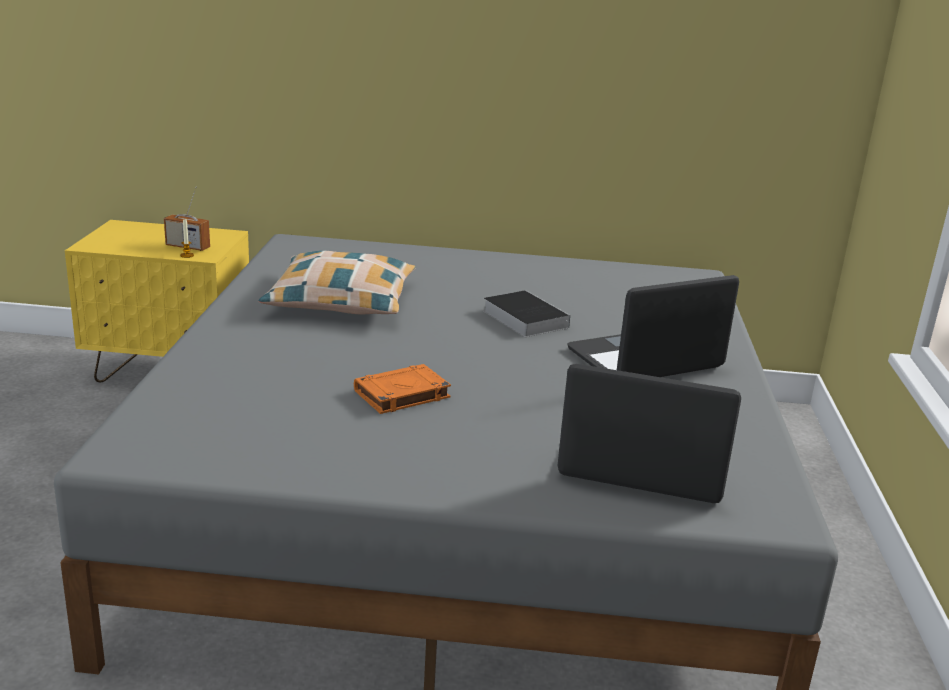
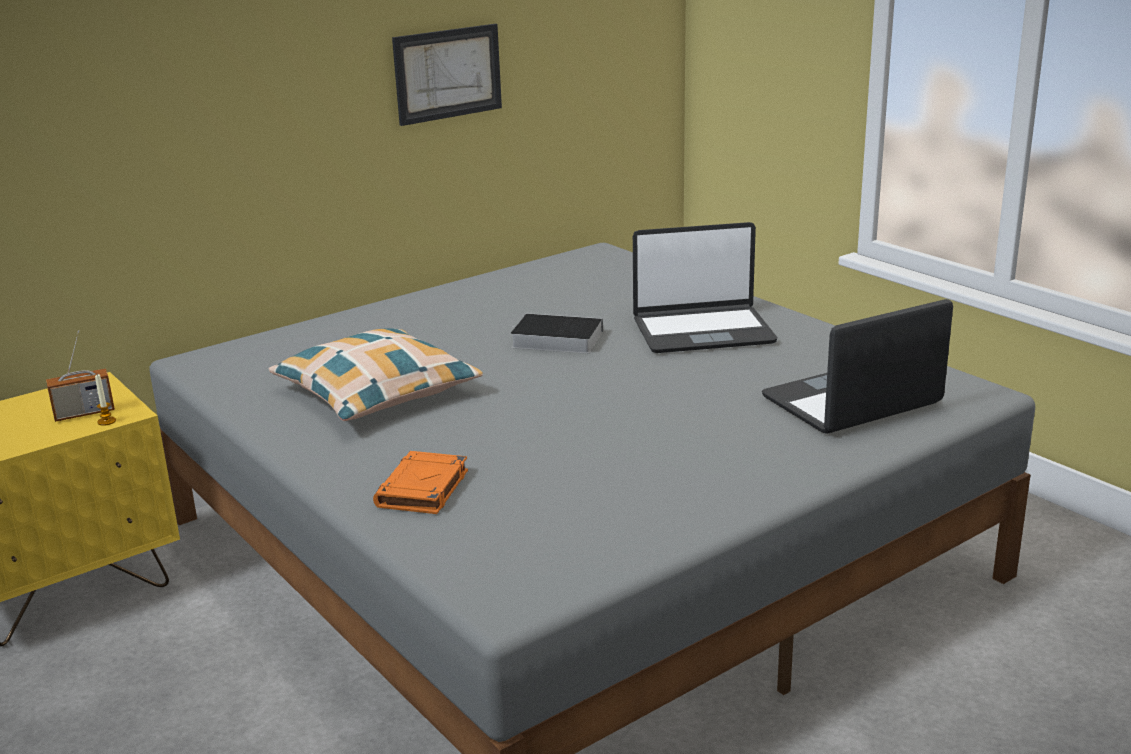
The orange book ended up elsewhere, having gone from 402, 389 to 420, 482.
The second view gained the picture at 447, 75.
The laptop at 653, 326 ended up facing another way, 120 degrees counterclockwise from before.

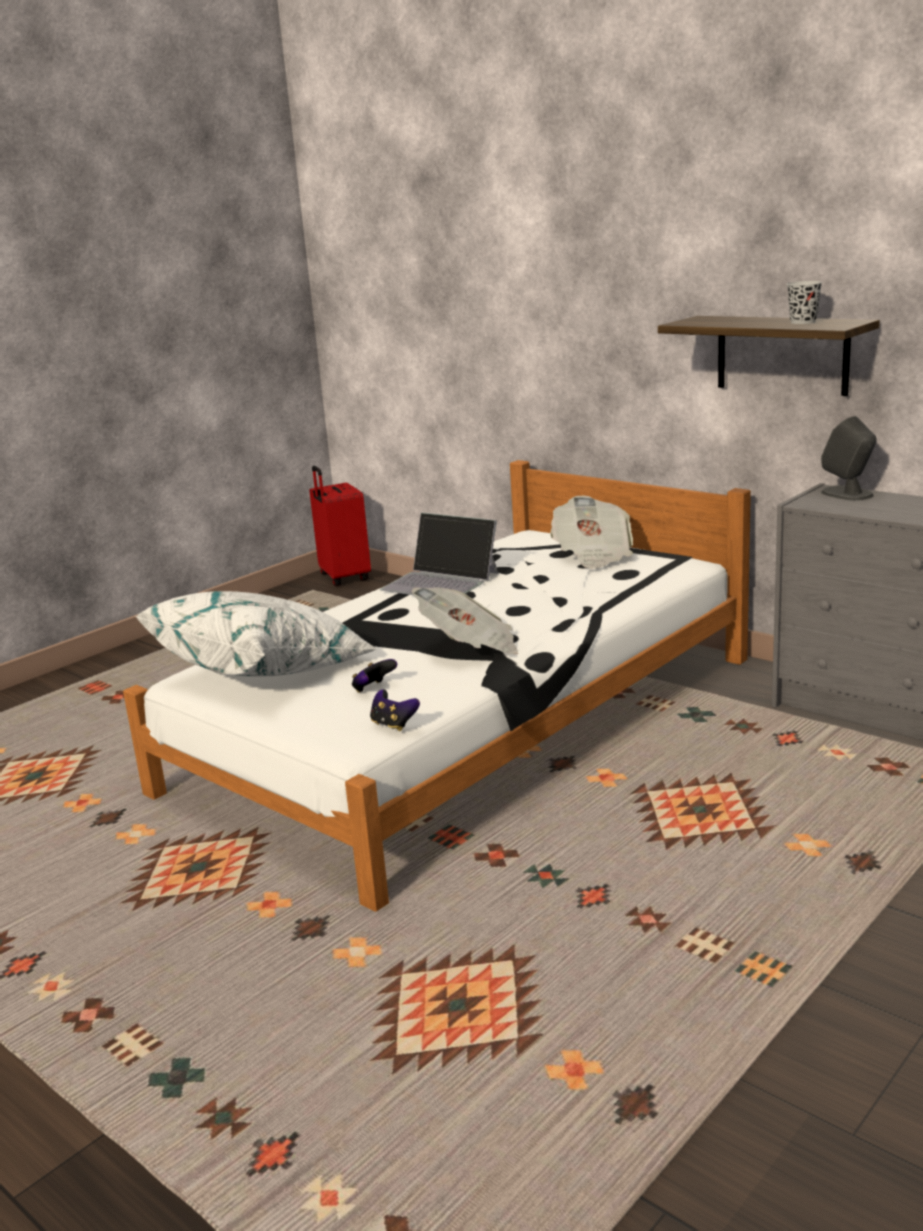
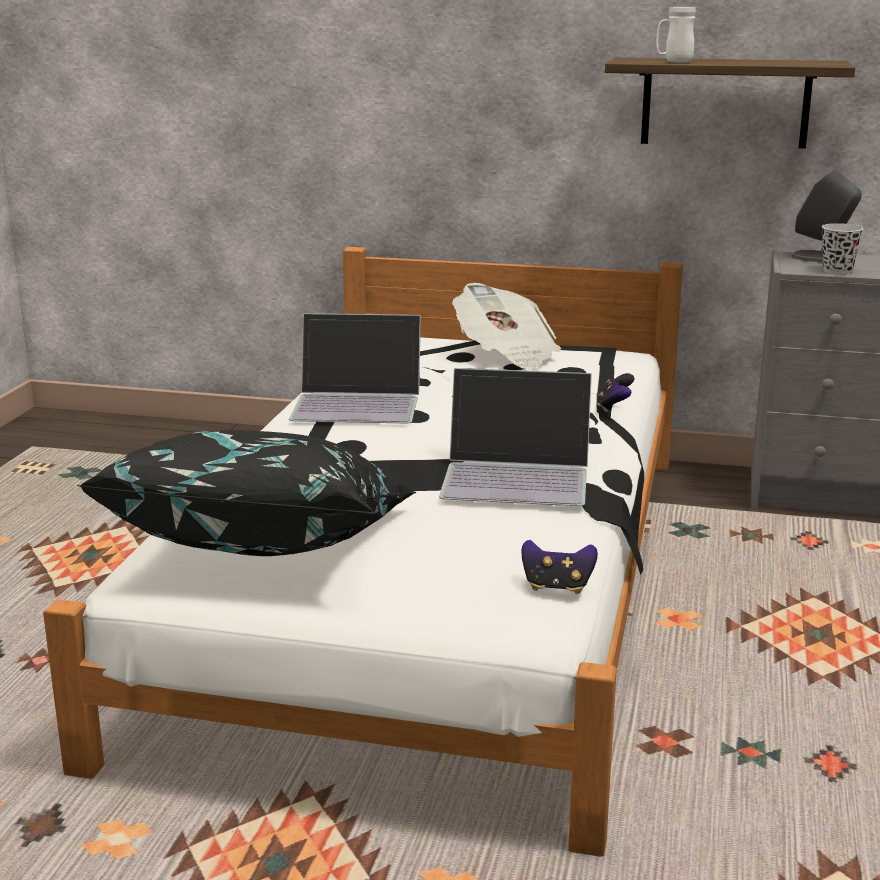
What was the white pillow at 256, 633 turned into the black pillow at 246, 493.
Where the newspaper stood at 465, 620, the laptop came to stand at 515, 437.
The game controller ended up elsewhere, having gone from 374, 676 to 615, 392.
The second view gained the white mug at 676, 35.
The black cup ended up elsewhere, having gone from 805, 302 to 842, 248.
The second view lost the red suitcase at 340, 526.

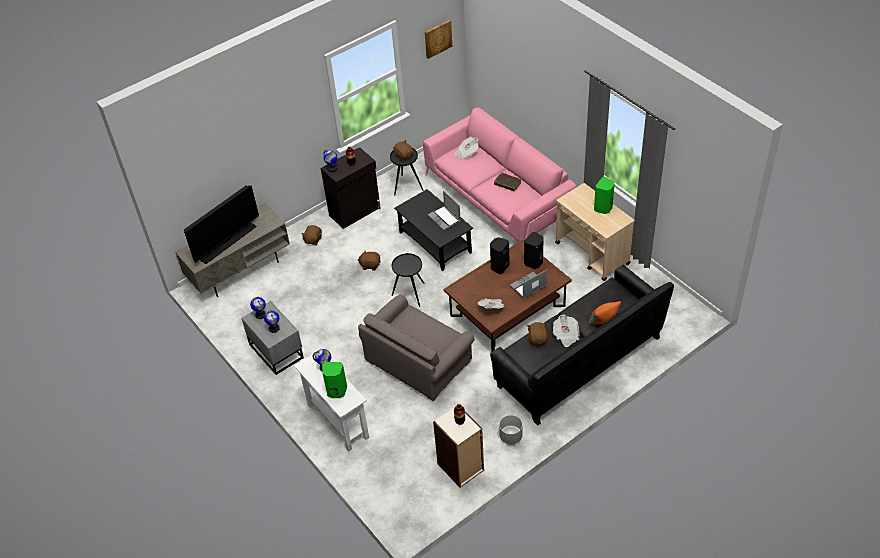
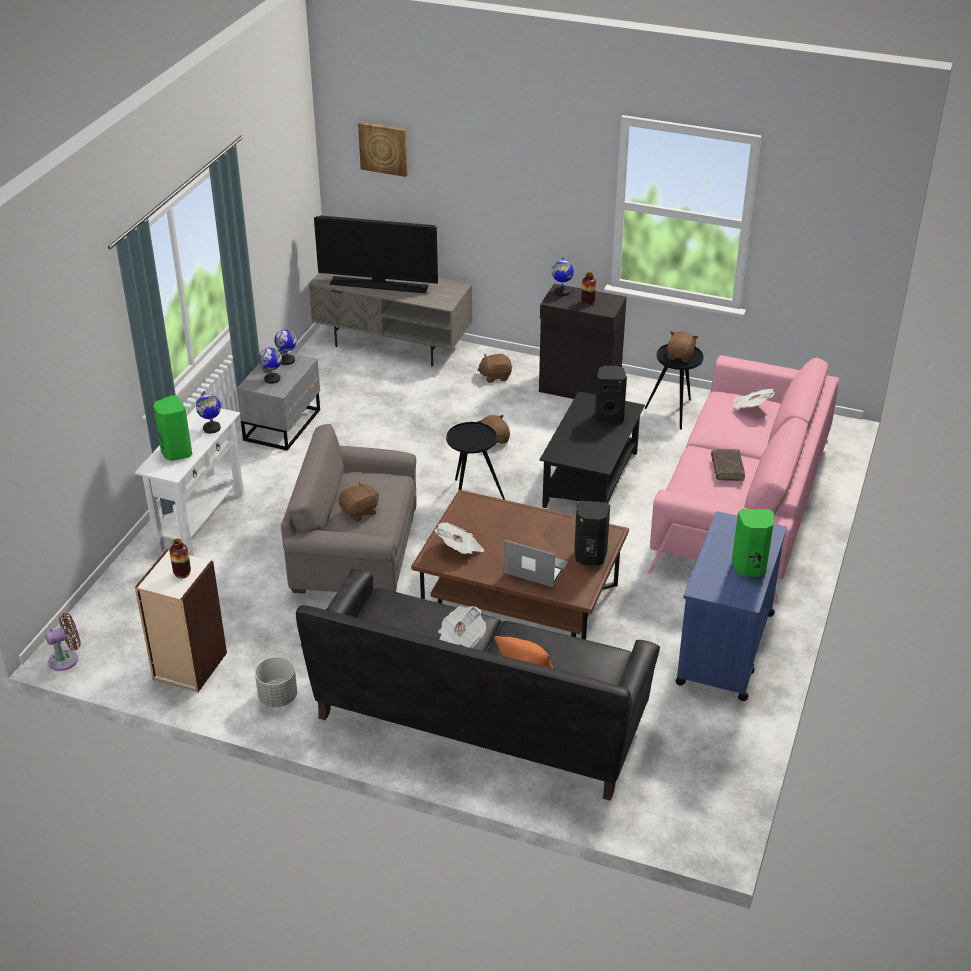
The second view gained the brown fan at 63, 642.
The brown plush toy ended up elsewhere, having gone from 537, 333 to 359, 501.
The picture ended up elsewhere, having gone from 438, 39 to 383, 149.
The black speaker ended up elsewhere, having gone from 499, 255 to 611, 394.
What was the beige cart at 595, 232 turned into the blue cart at 731, 606.
The second view lost the laptop at 444, 210.

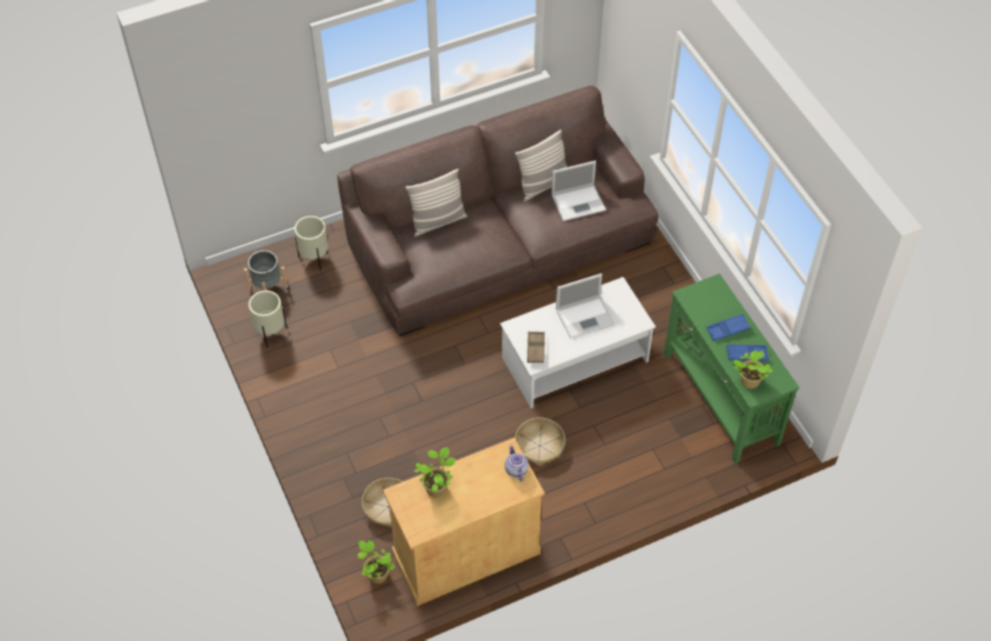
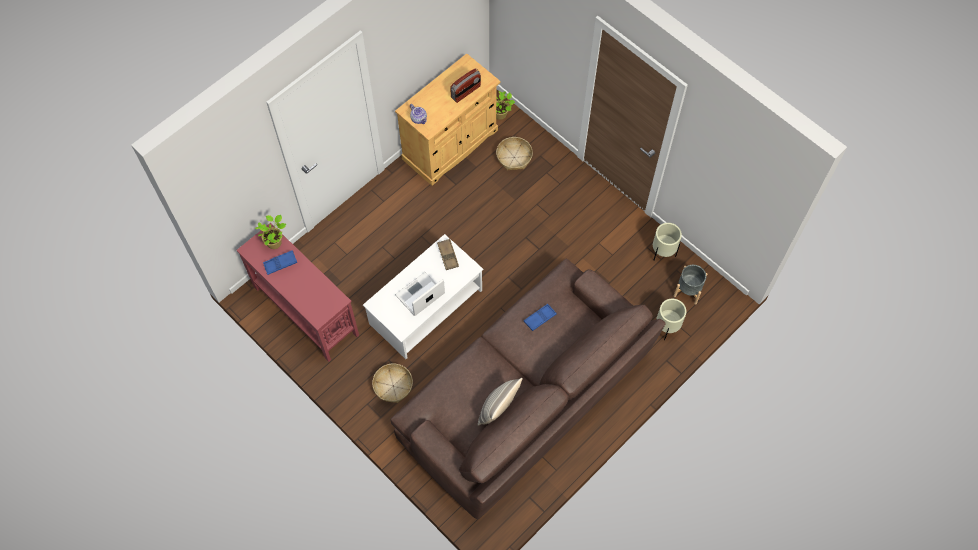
What was the green console table at 732, 368 turned into the red console table at 297, 292.
The basket ended up elsewhere, having gone from 540, 441 to 392, 383.
Where the potted plant stood at 435, 472, the radio came to stand at 465, 86.
The blue tray ended up elsewhere, having gone from 728, 327 to 540, 317.
The second view lost the pillow at 436, 203.
The second view lost the laptop at 578, 191.

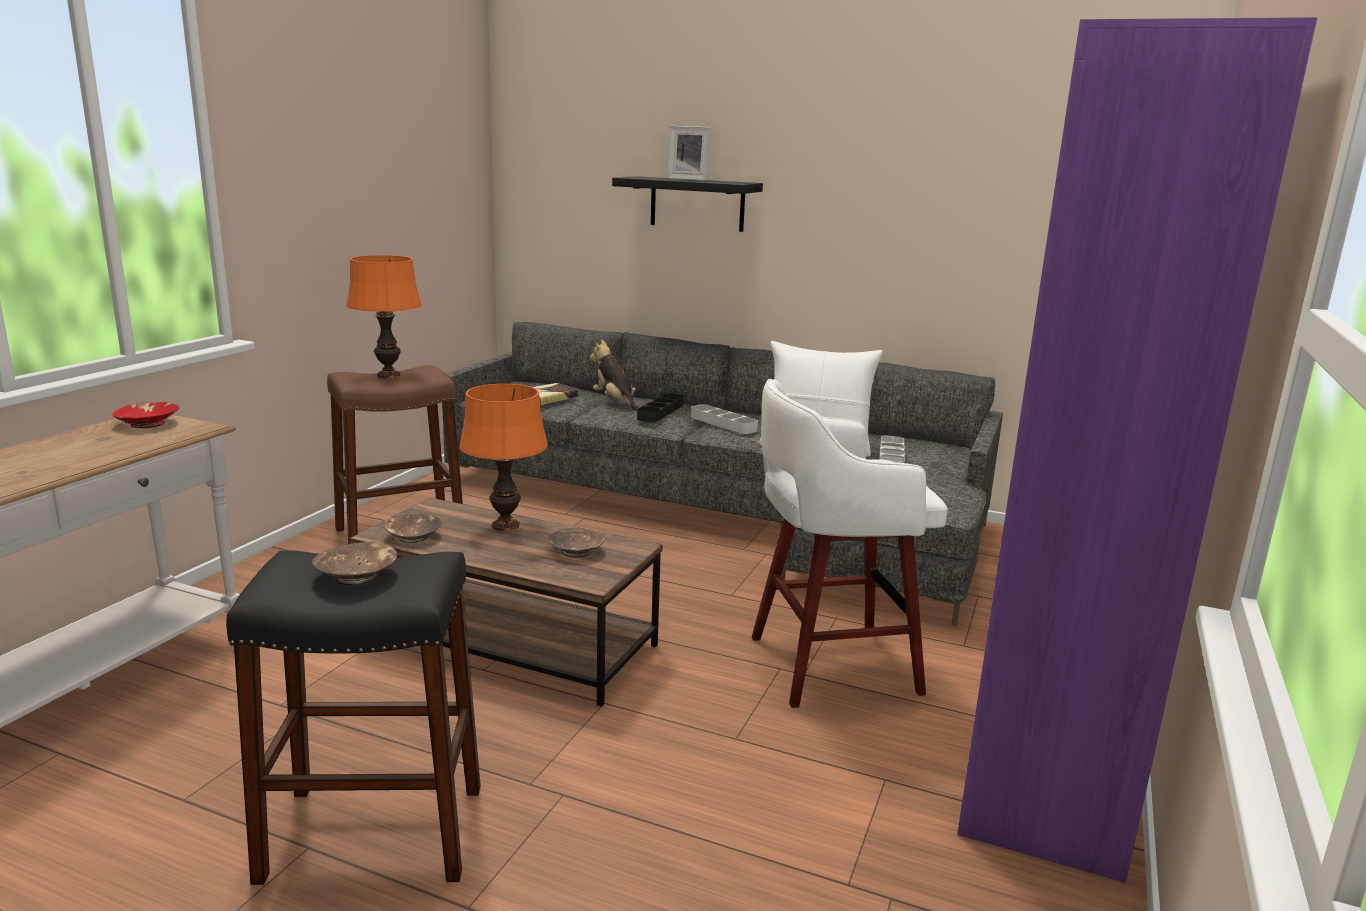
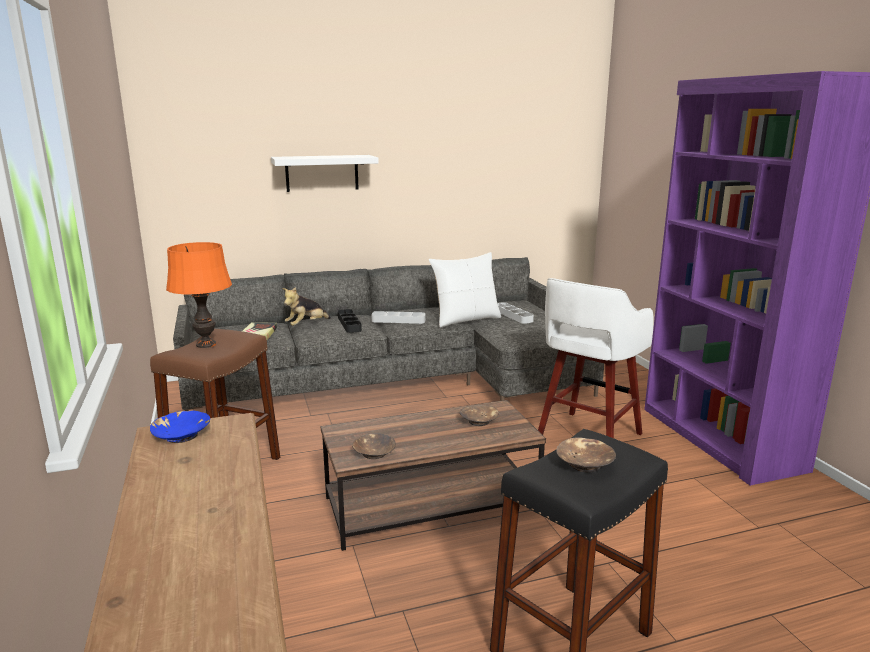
What was the red bowl at 146, 415 turned into the blue bowl at 180, 427.
What was the black shelf at 687, 204 turned into the white shelf at 325, 173.
The plush toy at 615, 375 ended up facing another way, 60 degrees counterclockwise from before.
The second view lost the orange table lamp at 503, 457.
The second view lost the picture frame at 689, 153.

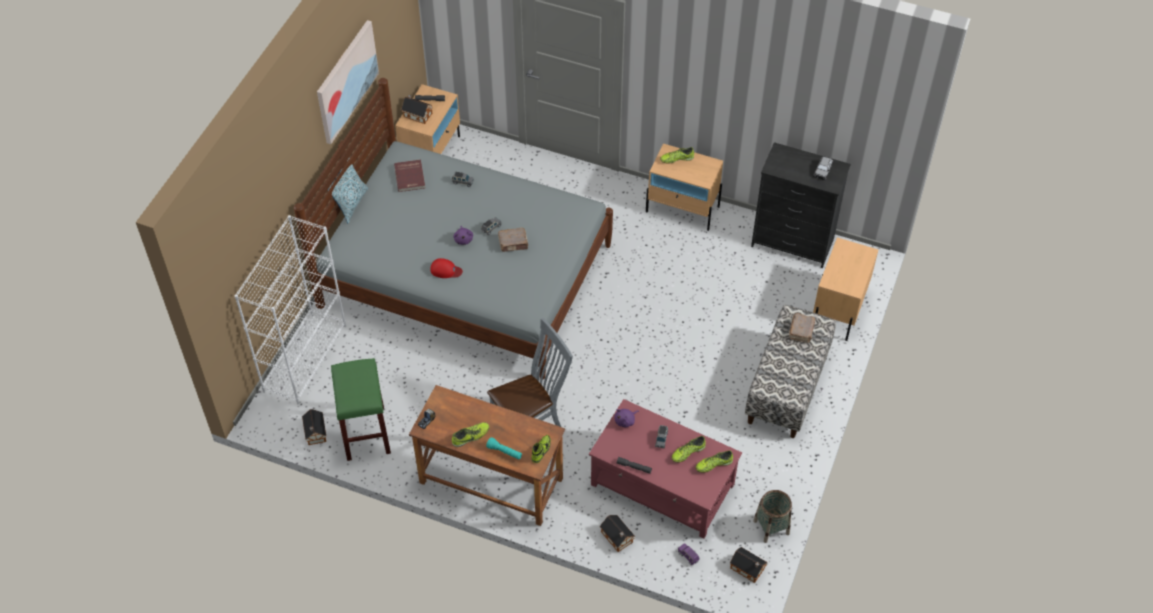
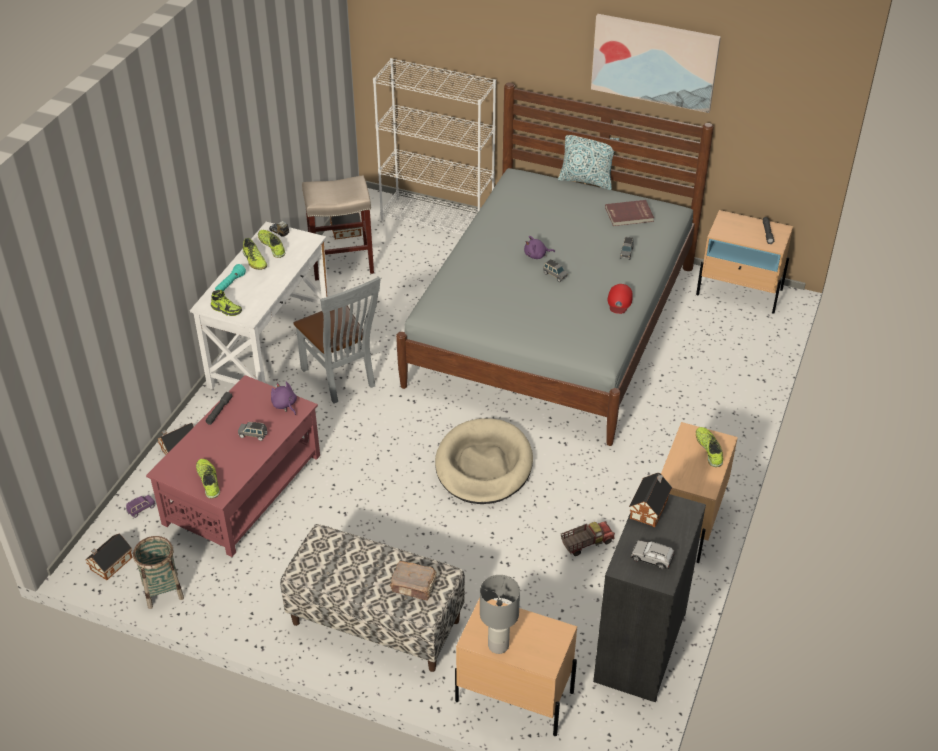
What was the brown desk at 487, 455 turned into the white desk at 259, 305.
The shoe ended up elsewhere, having gone from 688, 449 to 272, 244.
What was the green stool at 361, 409 turned into the beige stool at 338, 228.
The second view gained the beige dog bed at 484, 461.
The second view gained the grey table lamp at 500, 614.
The second view gained the toy truck at 588, 538.
The red cap ended up elsewhere, having gone from 446, 268 to 620, 299.
The toy house ended up elsewhere, having gone from 417, 109 to 650, 500.
The second view lost the brown book at 513, 240.

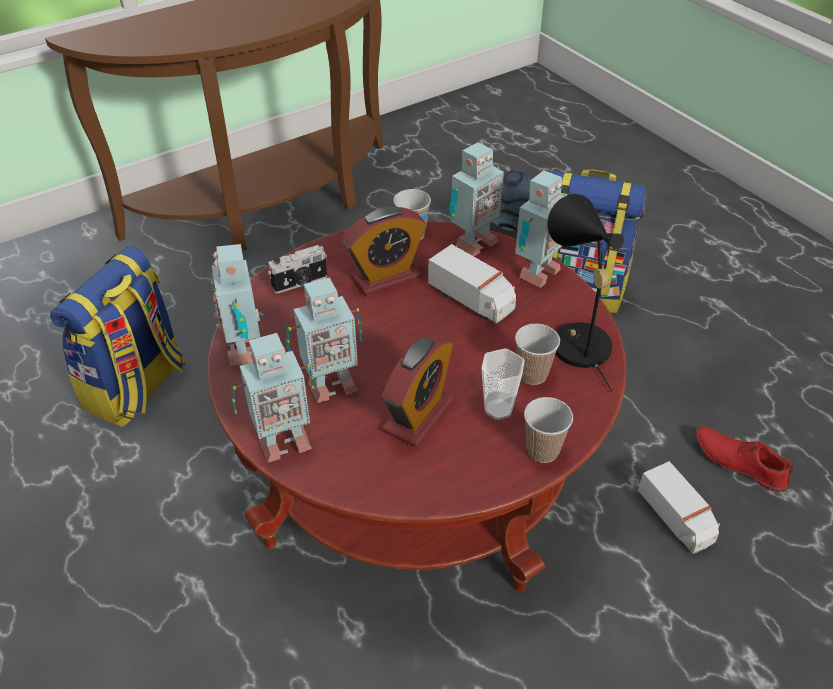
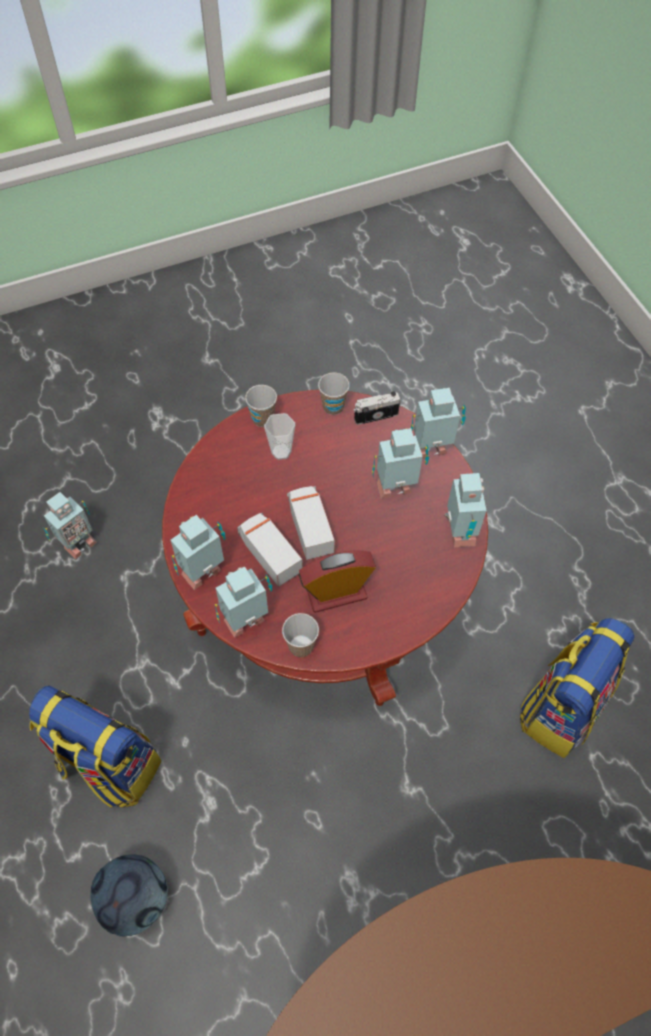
Where the red shoe stood at 745, 459, the toy robot came to stand at 70, 525.
The toy truck ended up elsewhere, having gone from 679, 507 to 311, 523.
The cup ended up elsewhere, having gone from 537, 354 to 334, 394.
The photo camera ended up elsewhere, having gone from 297, 269 to 377, 408.
The second view lost the alarm clock at 417, 390.
The second view lost the black table lamp at 585, 293.

